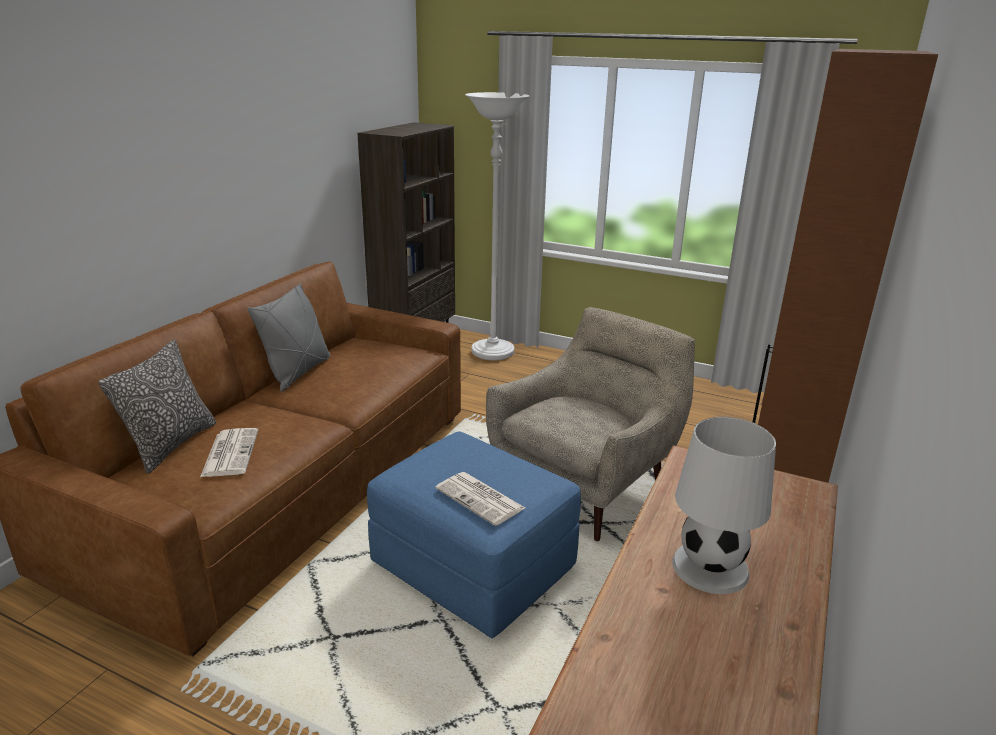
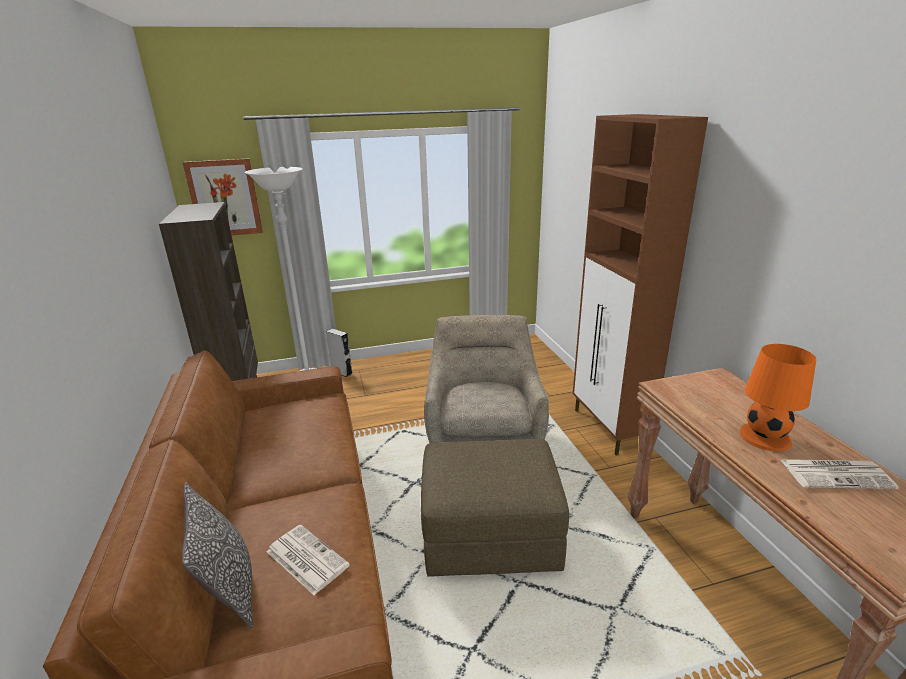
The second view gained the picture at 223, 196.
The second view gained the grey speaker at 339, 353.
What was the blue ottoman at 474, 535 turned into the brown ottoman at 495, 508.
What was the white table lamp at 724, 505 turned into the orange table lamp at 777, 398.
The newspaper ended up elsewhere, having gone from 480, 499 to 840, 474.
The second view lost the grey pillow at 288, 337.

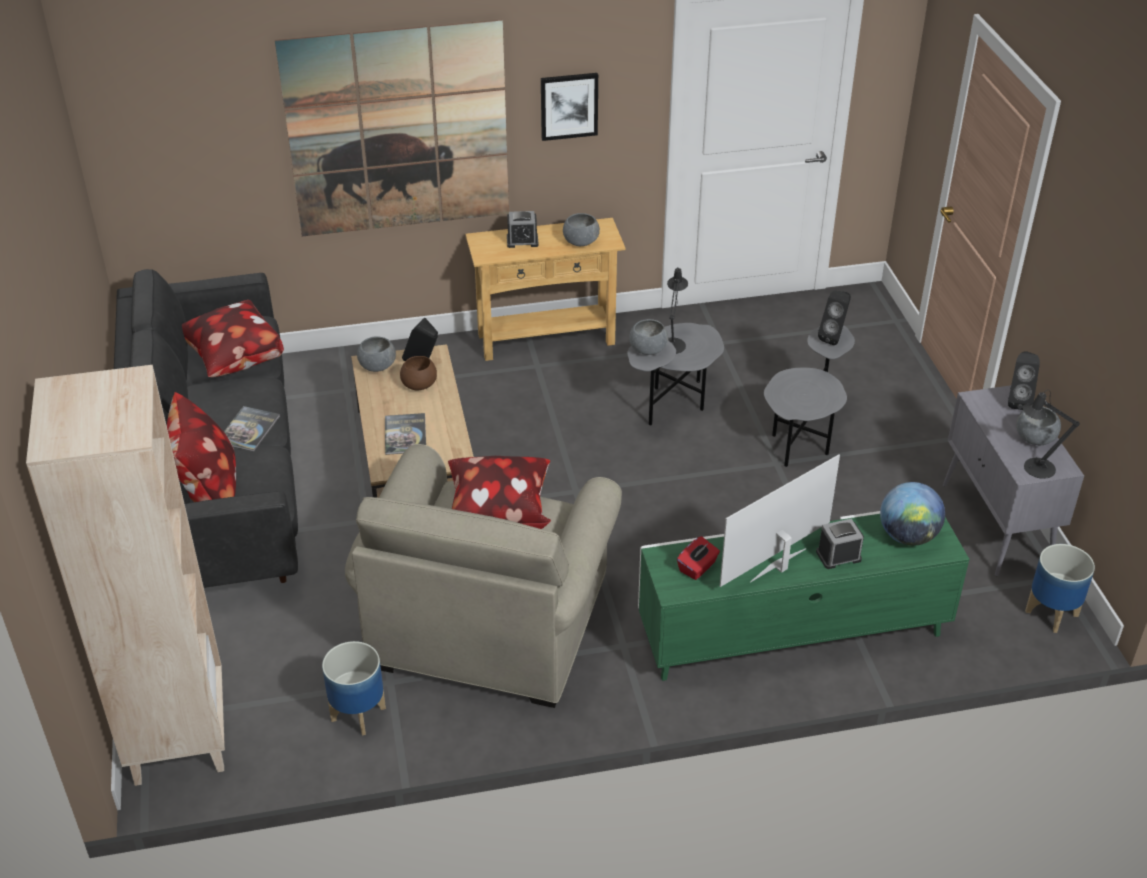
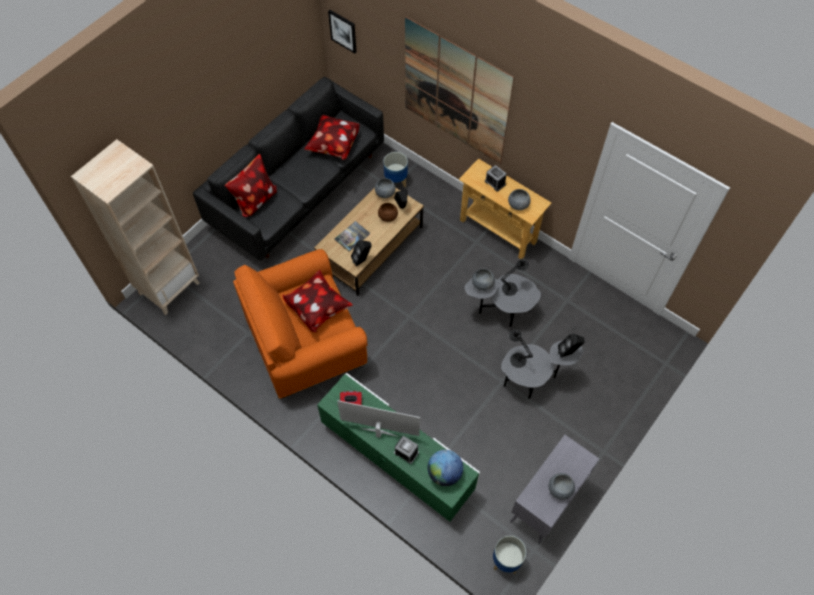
What was the beige armchair at 483, 576 turned into the orange armchair at 300, 324.
The picture ended up elsewhere, having gone from 569, 107 to 342, 32.
The black speaker ended up elsewhere, having gone from 1024, 380 to 361, 253.
The planter ended up elsewhere, having gone from 354, 688 to 396, 170.
The black table lamp ended up elsewhere, having gone from 1051, 434 to 521, 348.
The second view lost the book at 252, 429.

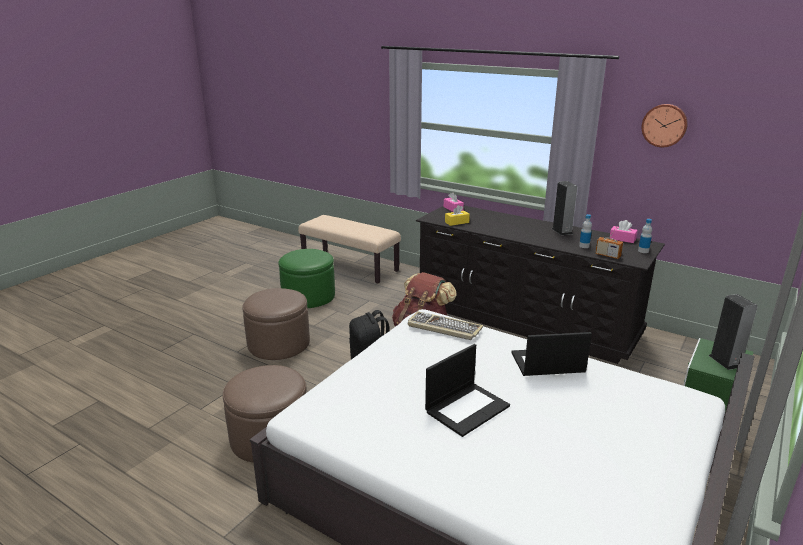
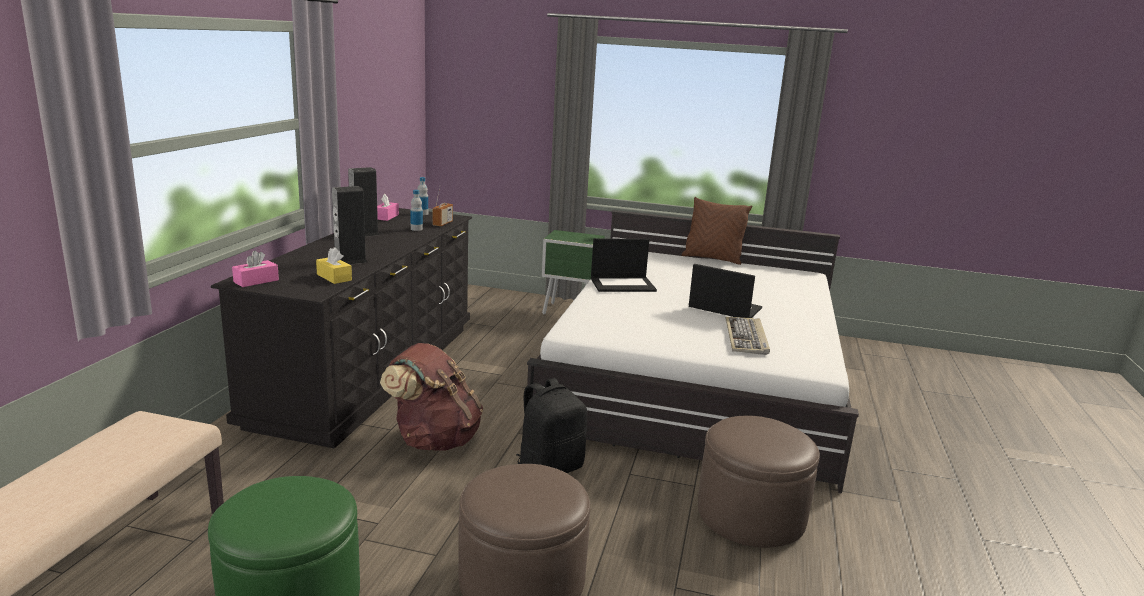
The speaker ended up elsewhere, having gone from 733, 332 to 349, 225.
The laptop at 551, 354 ended up facing another way, 75 degrees counterclockwise from before.
The second view gained the brown pillow at 717, 231.
The keyboard ended up elsewhere, having gone from 445, 325 to 747, 336.
The second view lost the wall clock at 665, 125.

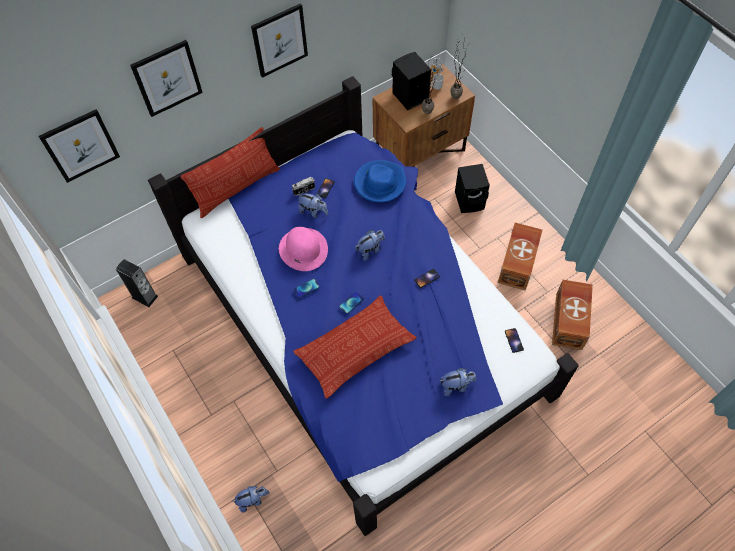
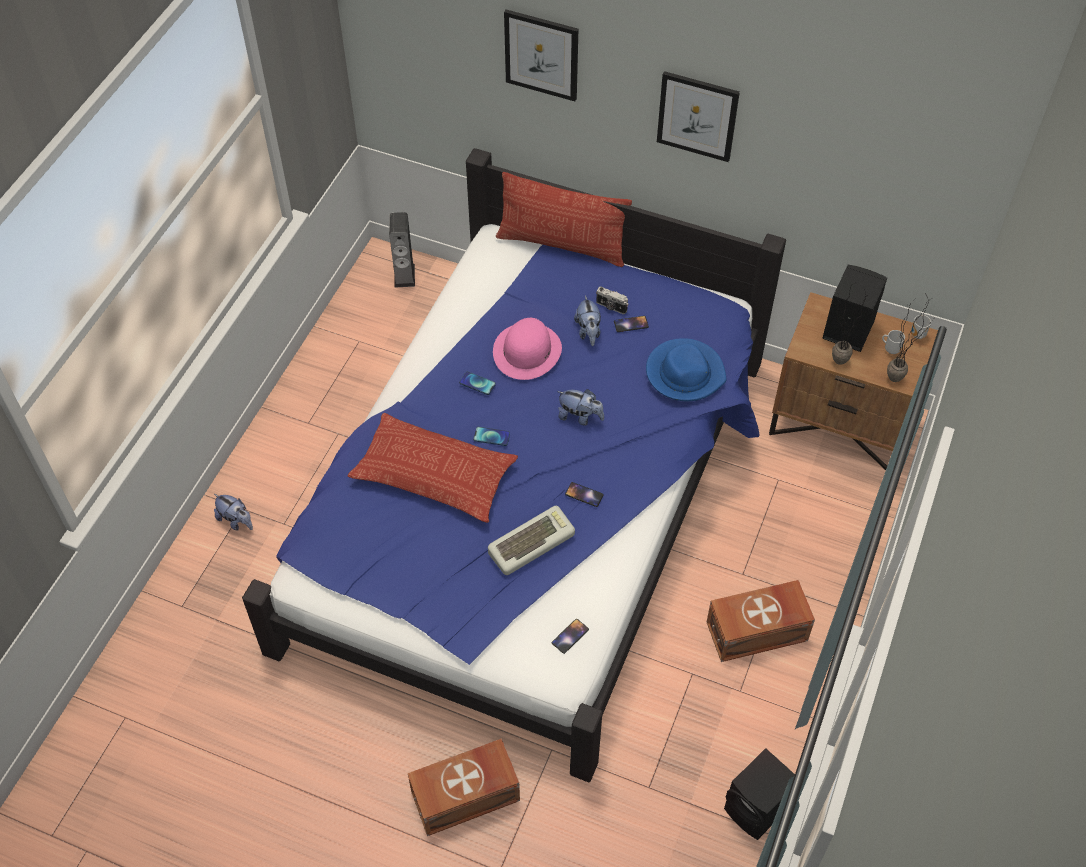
The brown storage box ended up elsewhere, having gone from 572, 315 to 464, 787.
The second view gained the keyboard at 531, 540.
The black speaker ended up elsewhere, having gone from 472, 188 to 759, 794.
The second view lost the picture at 79, 146.
The second view lost the plush toy at 458, 382.

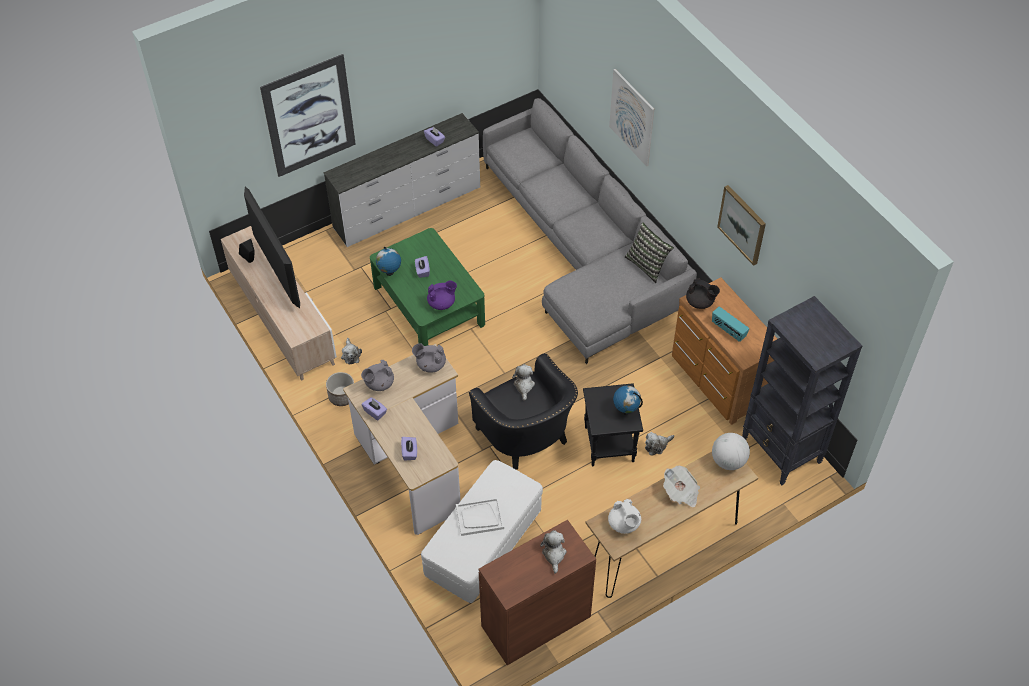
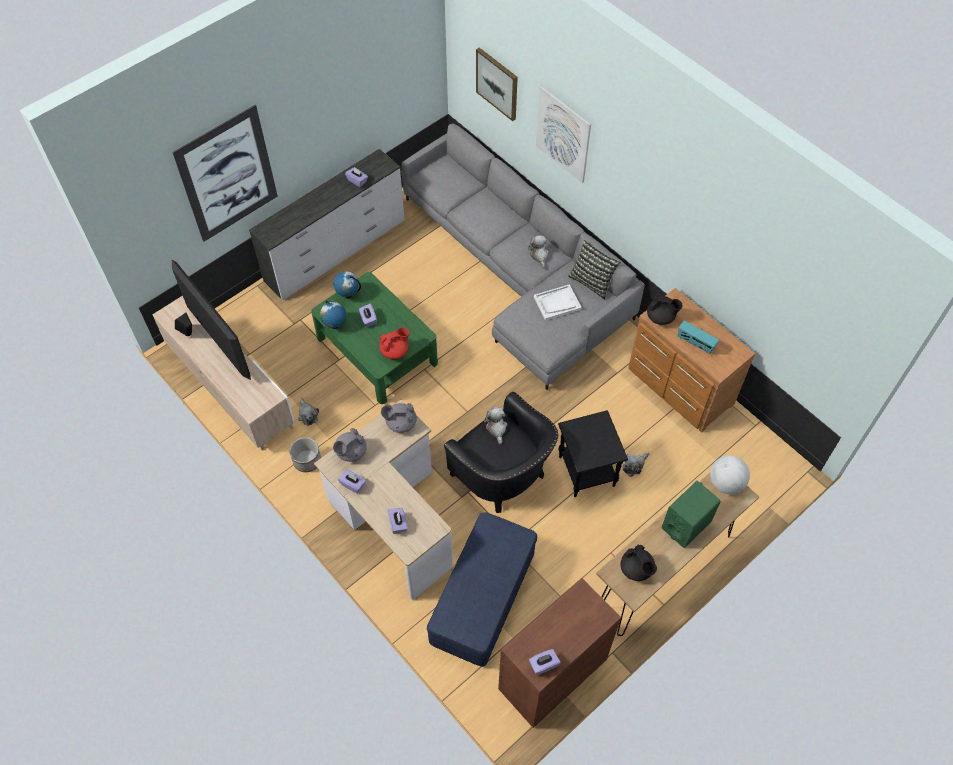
The globe ended up elsewhere, having gone from 628, 399 to 347, 285.
What was the purple teapot at 442, 295 turned into the red teapot at 394, 343.
What was the white ottoman at 482, 531 turned into the blue ottoman at 482, 589.
The picture ended up elsewhere, having gone from 741, 225 to 497, 84.
The plush toy ended up elsewhere, having gone from 553, 551 to 538, 251.
The second view gained the purple tissue box at 544, 662.
The white tray ended up elsewhere, having gone from 480, 517 to 558, 302.
What was the white teapot at 624, 516 turned into the black teapot at 638, 563.
Where the newspaper stood at 681, 486, the green speaker came to stand at 691, 514.
The second view lost the black bookcase at 802, 390.

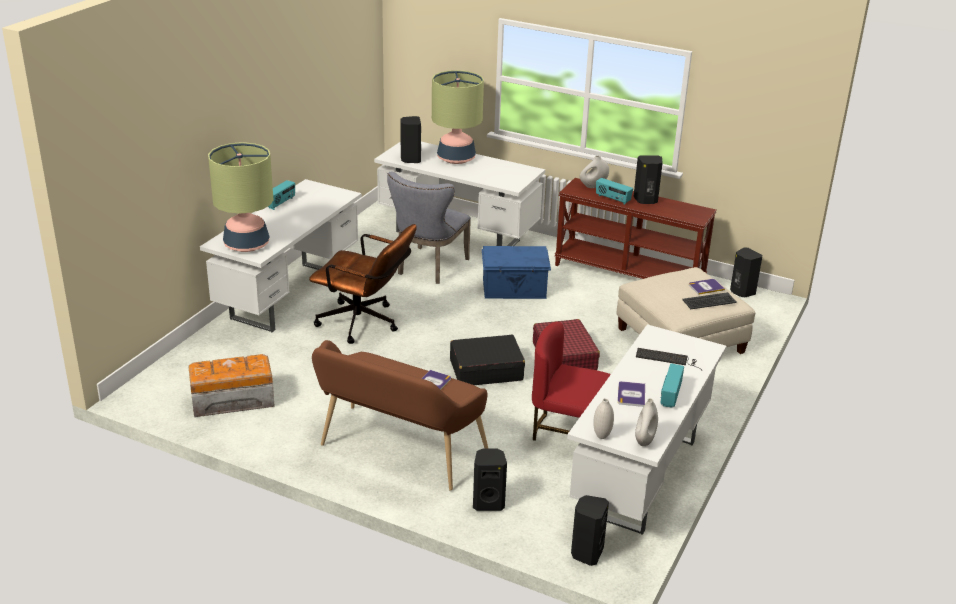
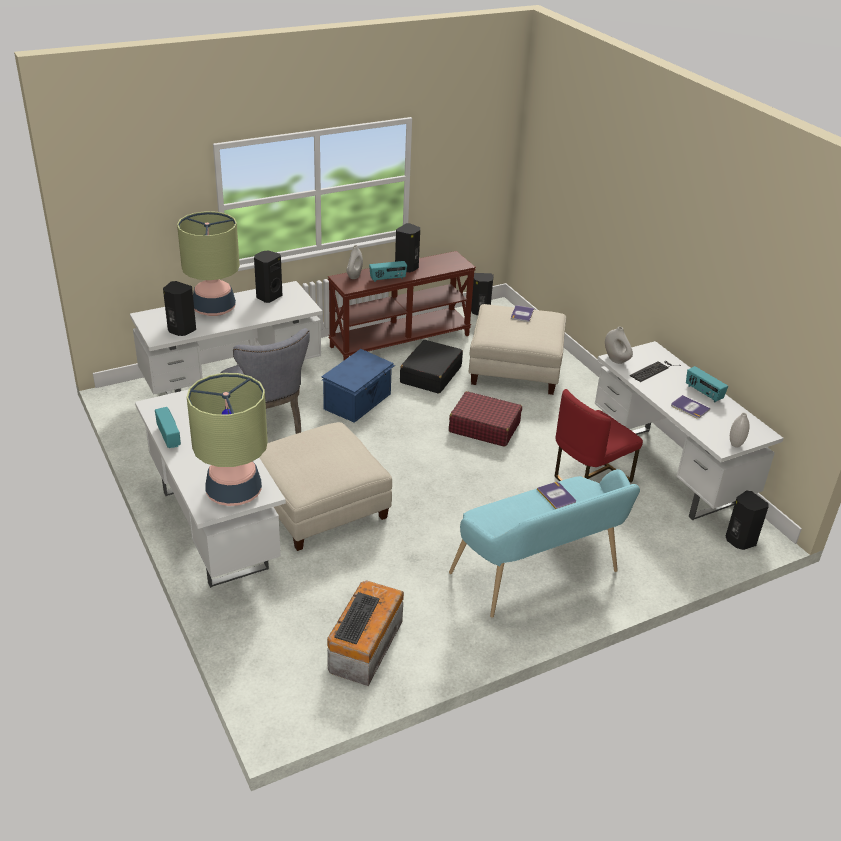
The black speaker ended up elsewhere, having gone from 490, 479 to 268, 276.
Where the brown office chair stood at 363, 284, the beige ottoman came to stand at 325, 486.
The keyboard ended up elsewhere, having gone from 709, 300 to 356, 618.
The black suitcase ended up elsewhere, having gone from 487, 360 to 431, 367.
What was the brown bench at 400, 415 turned into the turquoise bench at 544, 543.
The white vase ended up elsewhere, having gone from 646, 422 to 619, 345.

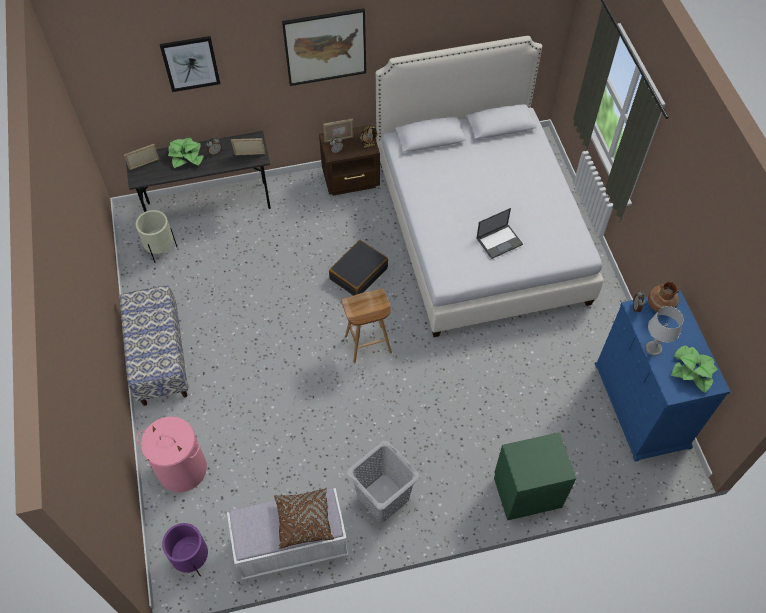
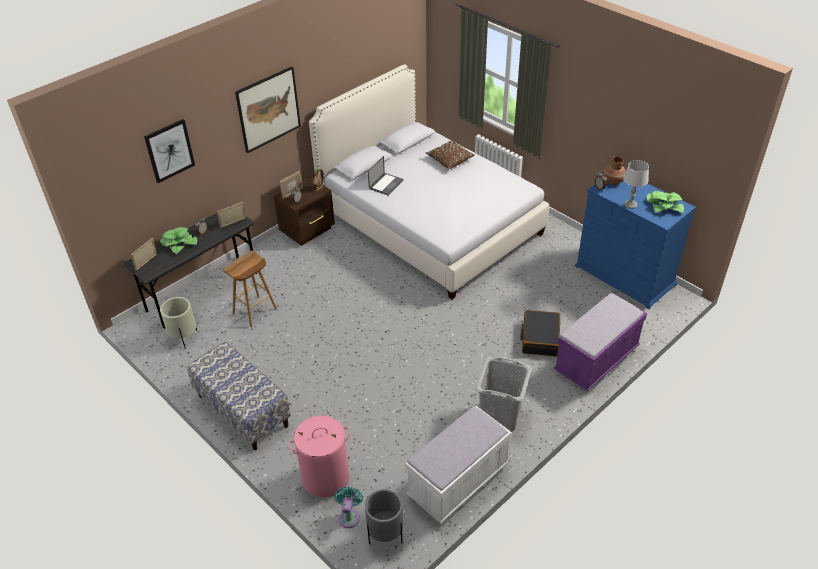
The brown stool ended up elsewhere, having gone from 367, 325 to 249, 288.
The second view gained the turquoise fan at 348, 507.
What was the purple planter at 185, 549 turned into the grey planter at 384, 516.
The laptop ended up elsewhere, having gone from 499, 233 to 386, 175.
The brown pillow ended up elsewhere, having gone from 304, 518 to 450, 154.
The black suitcase ended up elsewhere, having gone from 358, 268 to 540, 333.
Where the green nightstand stood at 535, 476, the purple bench came to stand at 600, 342.

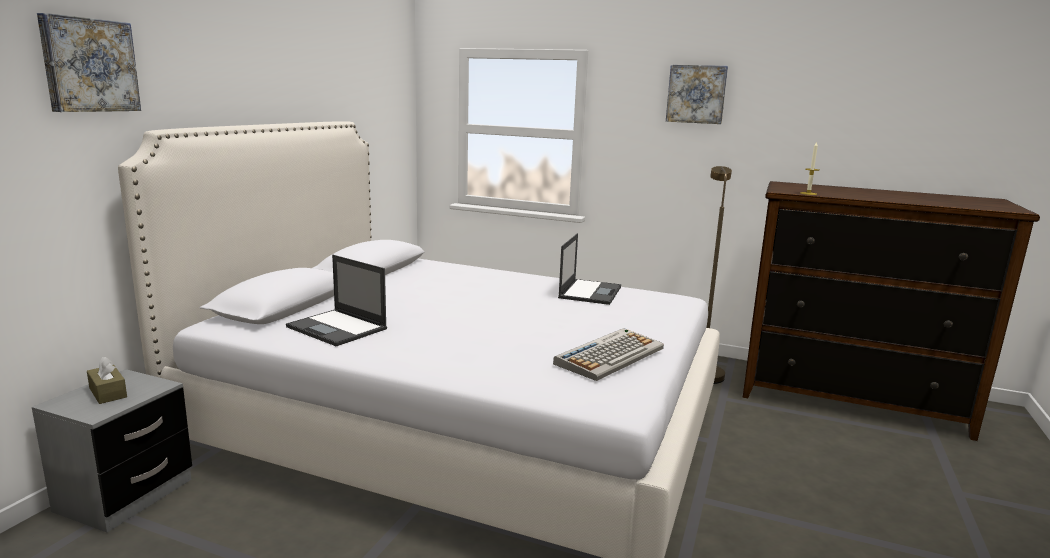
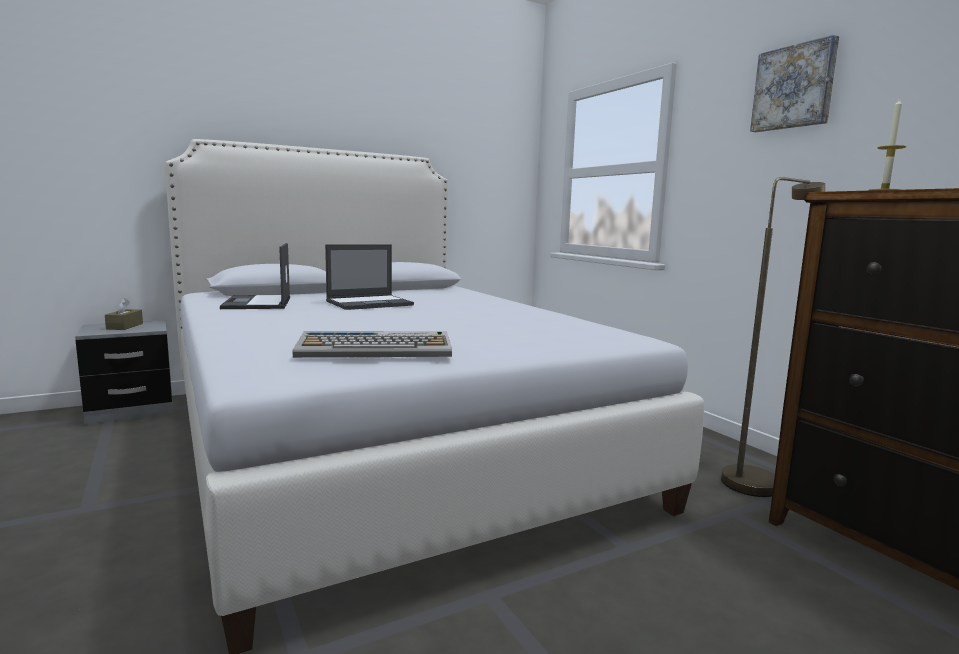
The laptop ended up elsewhere, having gone from 589, 269 to 369, 277.
The second view lost the picture at 89, 62.

